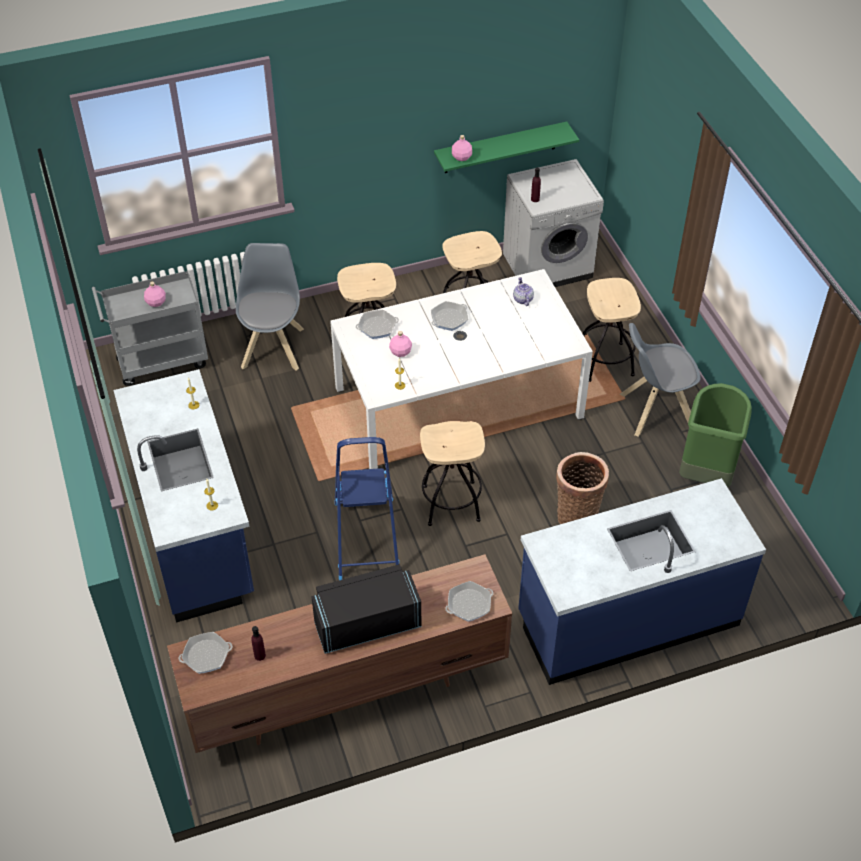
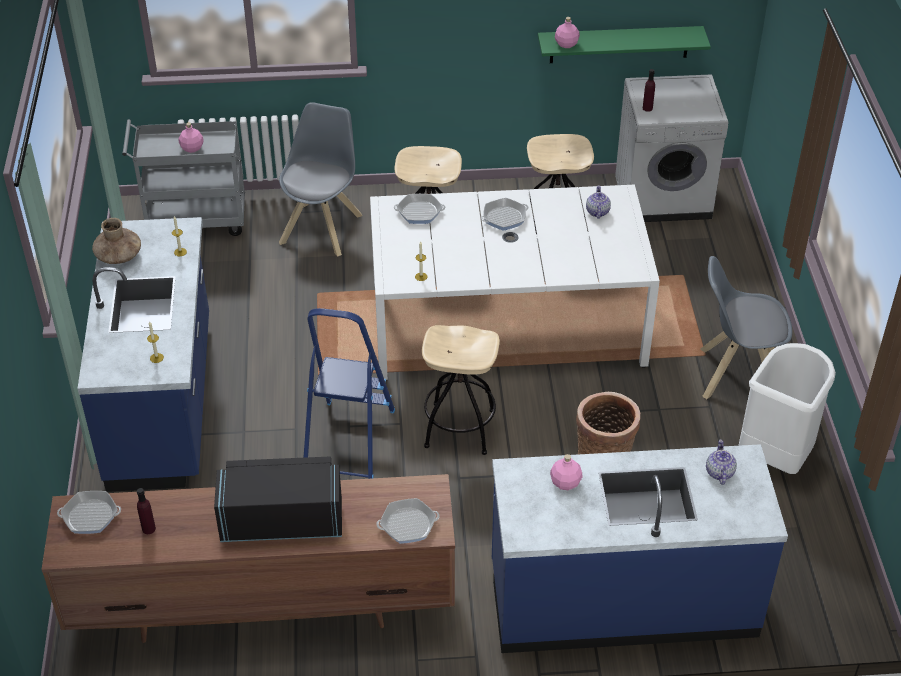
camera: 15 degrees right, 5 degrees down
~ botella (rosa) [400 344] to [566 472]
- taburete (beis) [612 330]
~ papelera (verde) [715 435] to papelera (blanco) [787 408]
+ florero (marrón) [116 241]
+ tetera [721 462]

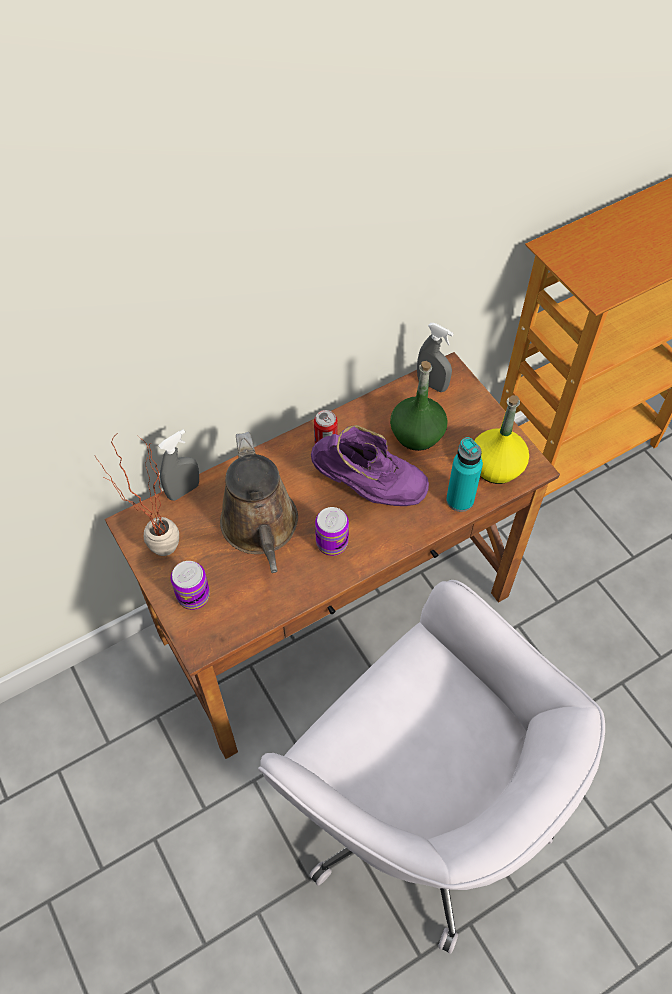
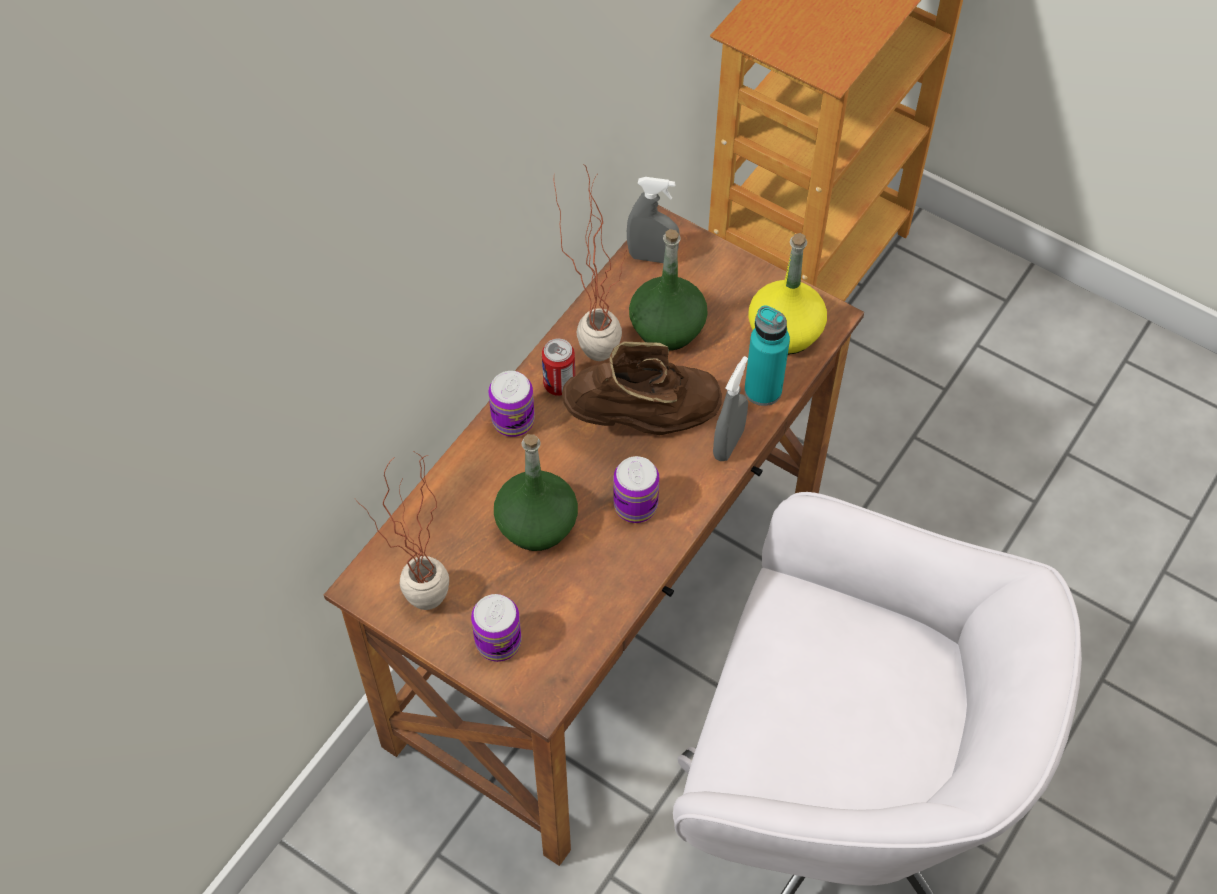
camera: 25 degrees left, 0 degrees up
~ pulverizador (gris) [178 465] to [730 408]
~ regadera (marrón) [259 502] to botella (verde) [536 492]
~ bota (morado) [370 465] to bota (marrón) [642 388]
+ lata [512 404]
+ planta en maceta [590 262]

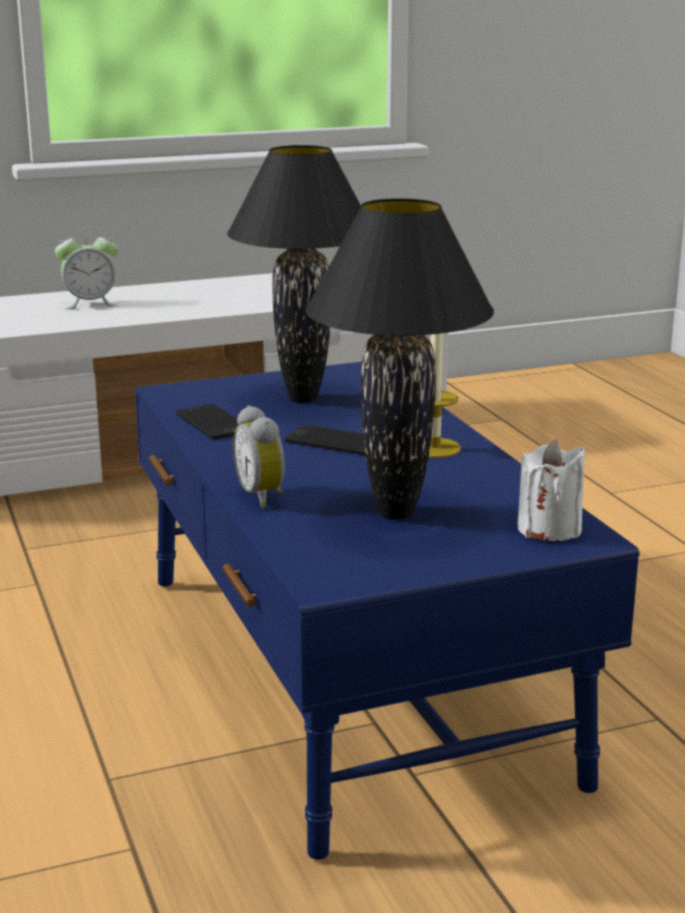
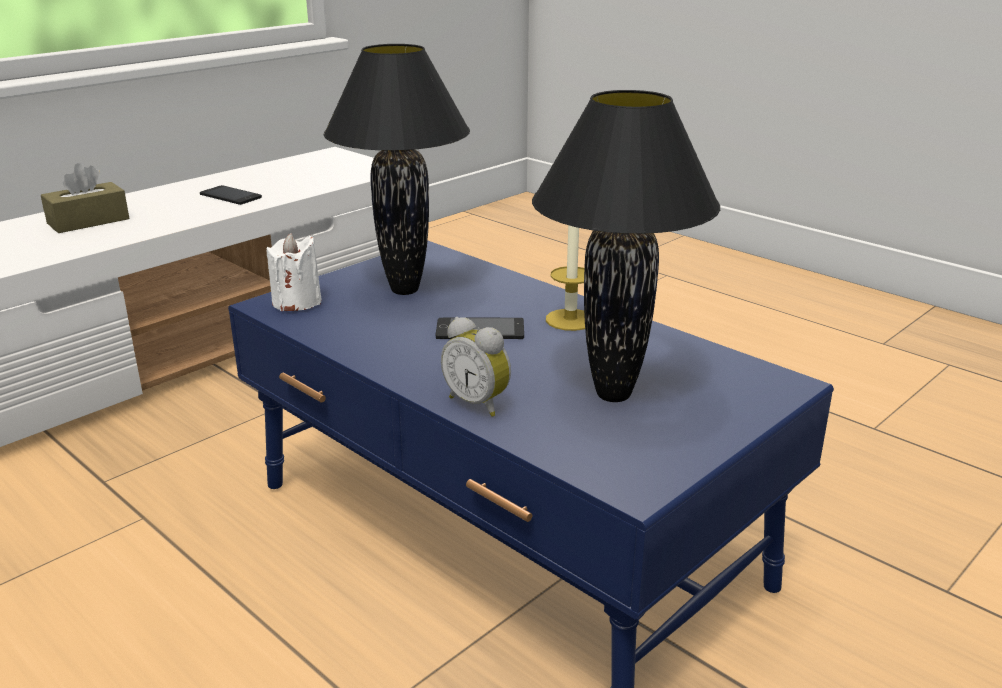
camera: 25 degrees left, 5 degrees up
~ despertador [86 268] to caja de pañuelos (marrón) [85 198]
~ móvil [207 422] to [231 195]
~ vela (blanco) [551 490] to [294 272]

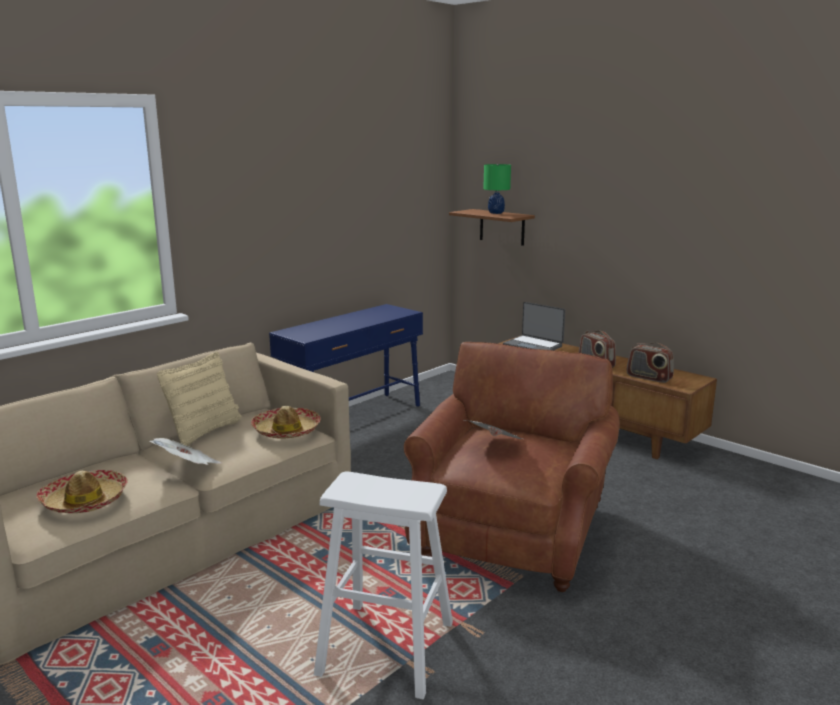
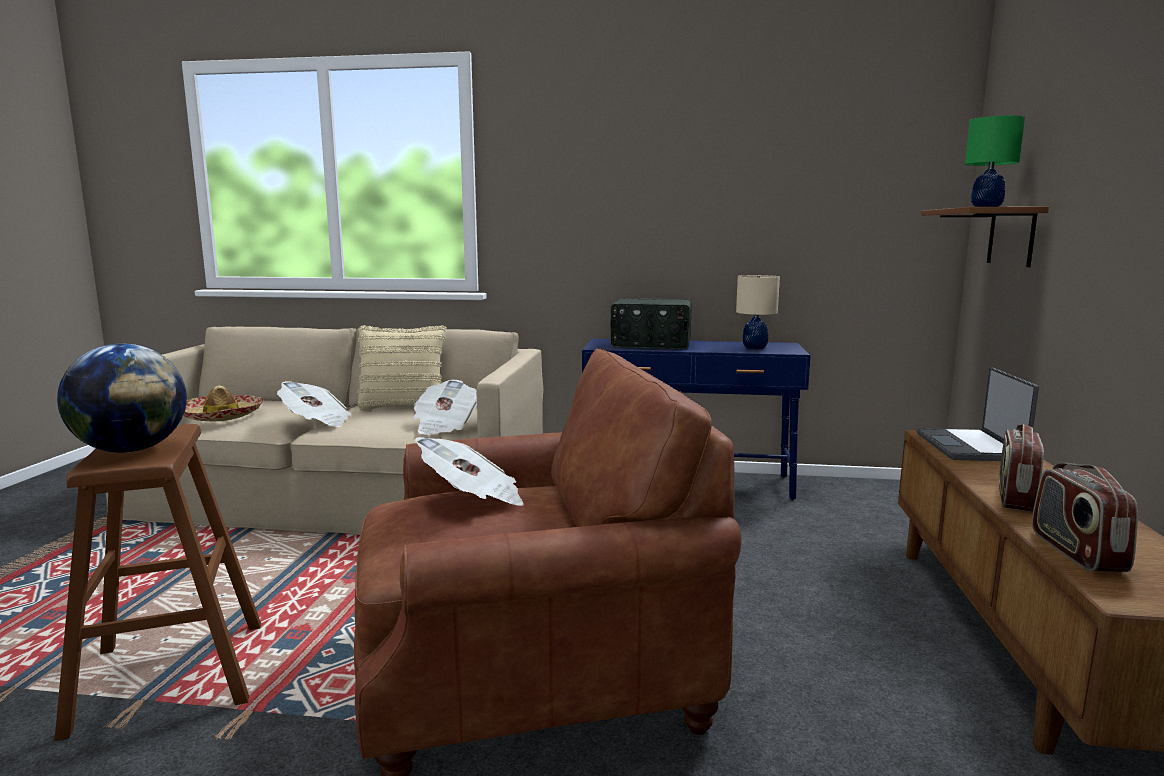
camera: 55 degrees right, 5 degrees down
~ sombrero [286 422] to periódico [445 407]
~ taburete (blanco) [383 585] to taburete (marrón) [157 582]
+ globo terráqueo [122 398]
+ radio [651 323]
+ lámpara de mesa (beis) [758 312]

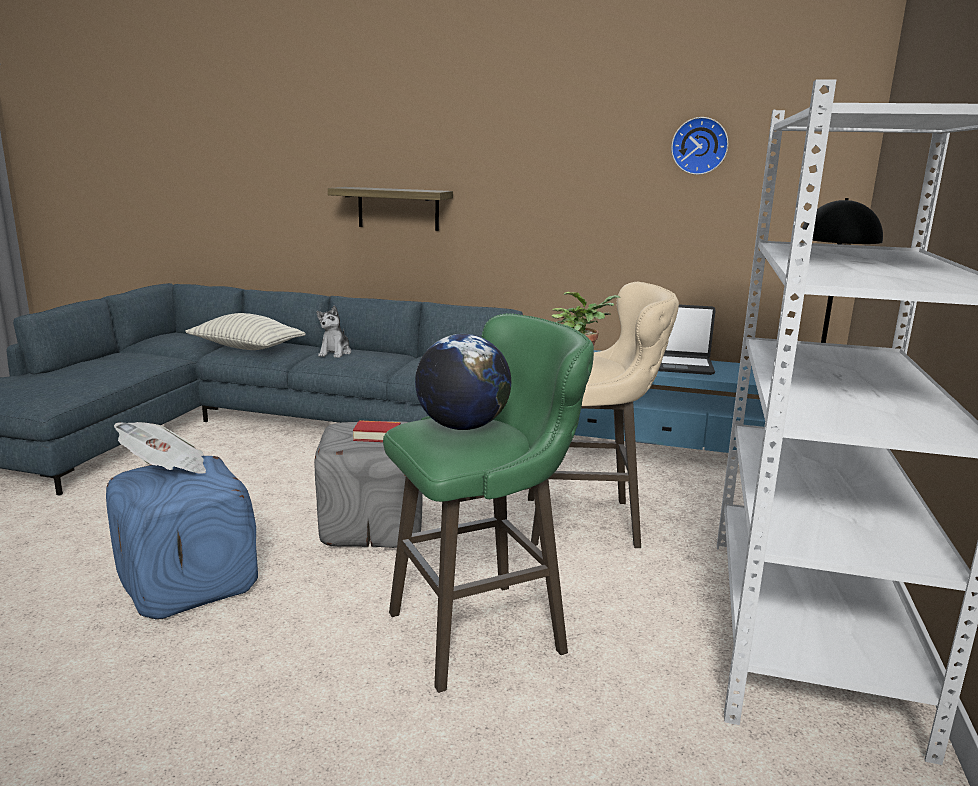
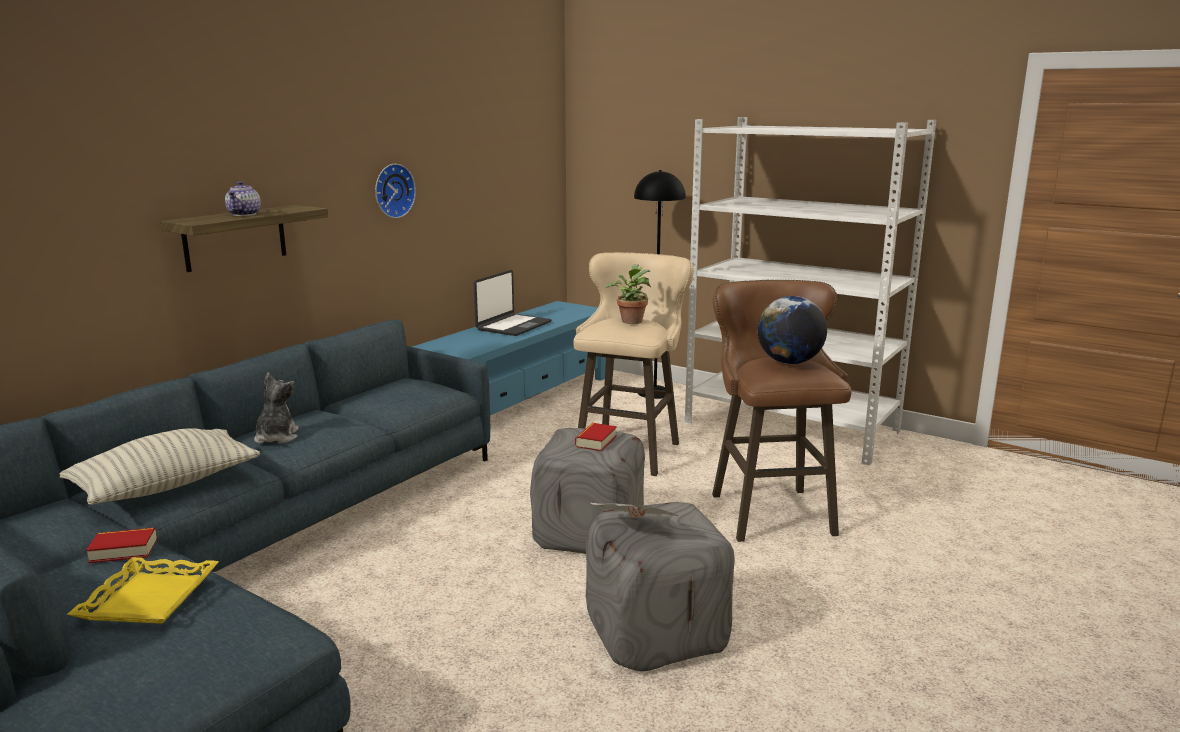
camera: 70 degrees left, 0 degrees up
~ puf (azul) [182 538] to puf (gris) [660 587]
~ peluche [333 331] = [276 408] 120 degrees counterclockwise
~ taburete (verde) [488 503] to taburete (marrón) [781 411]
~ reloj de pared [699 146] to [395 191]
+ bandeja (amarillo) [143 590]
+ libro [121 545]
+ tetera [243 198]

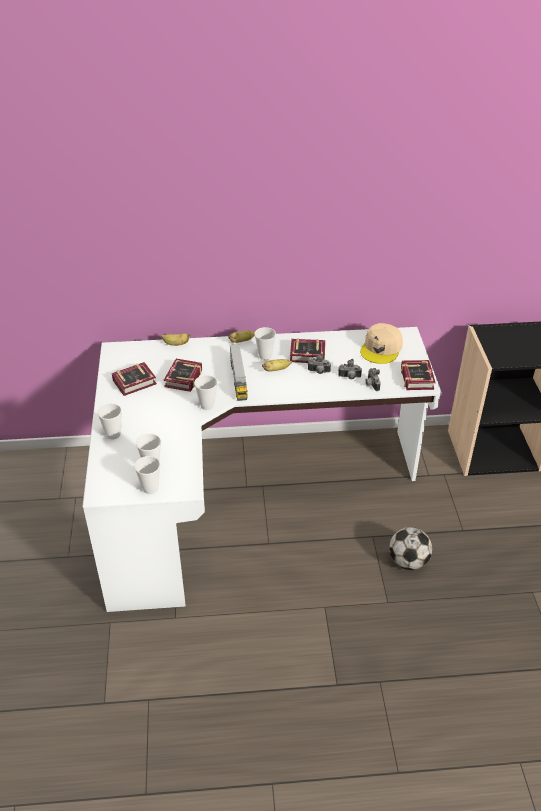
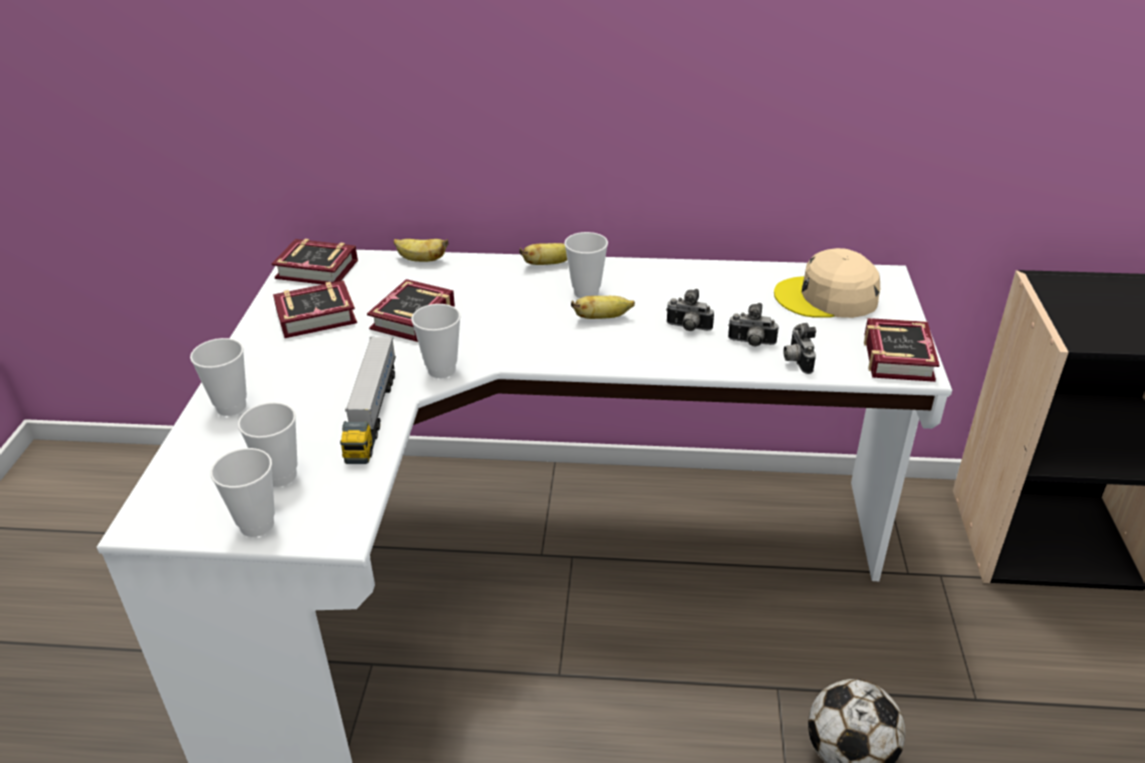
camera: 10 degrees right, 5 degrees down
~ camión de juguete [238 372] to [368 400]
~ libro [307 350] to [315 262]
~ gorra (beis) [381 343] = [827 283] 60 degrees clockwise

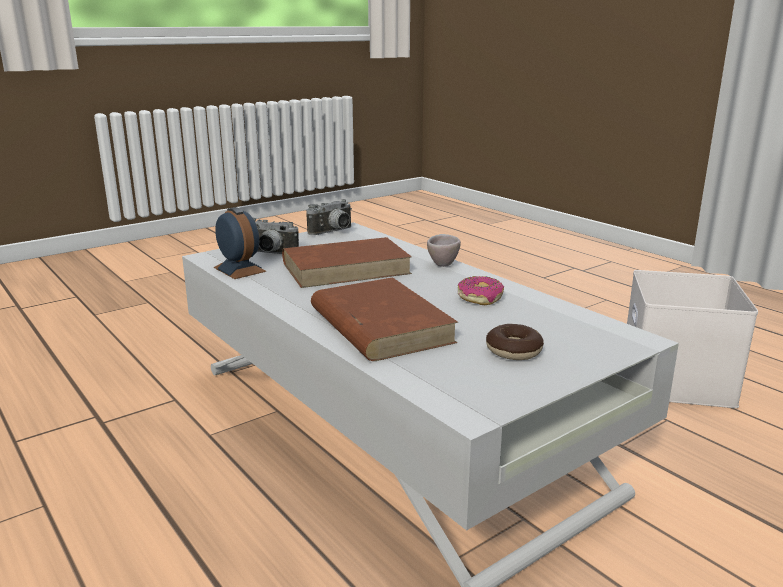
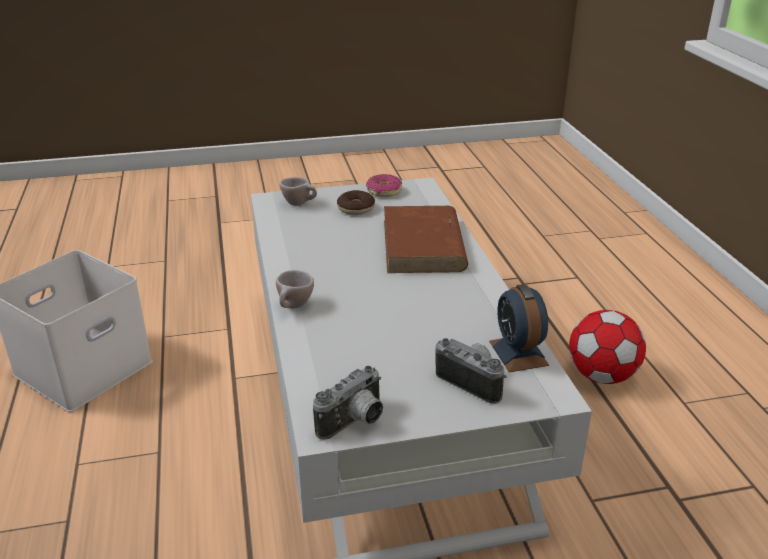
camera: 155 degrees left, 10 degrees up
- libro (marrón) [347 262]
~ cámara [329 217] = [348 403] 150 degrees clockwise
~ rosquilla [481 290] to [384 185]
+ taza (beis) [298 191]
+ balón de fútbol [607 347]

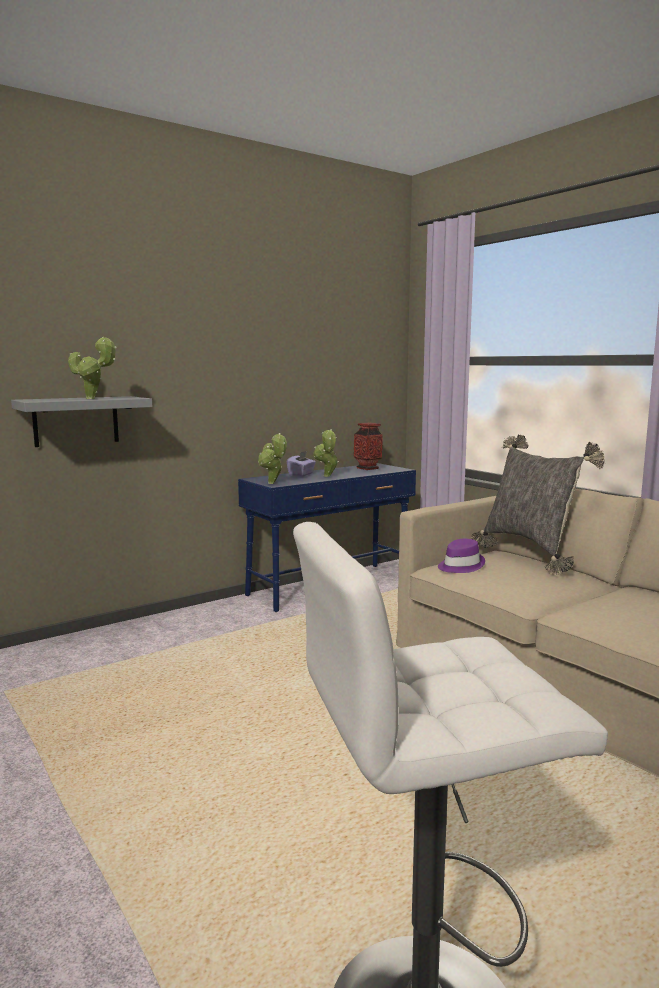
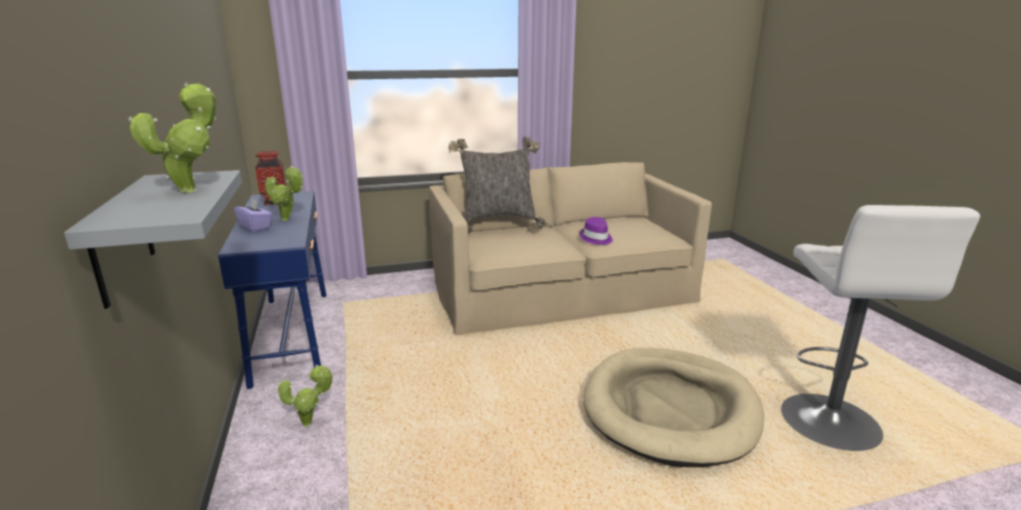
camera: 70 degrees left, 10 degrees up
~ planta en maceta [272 458] to [306 396]
~ sombrero (morado) [461 556] to [596 231]
+ cama para perro (beis) [673 407]

